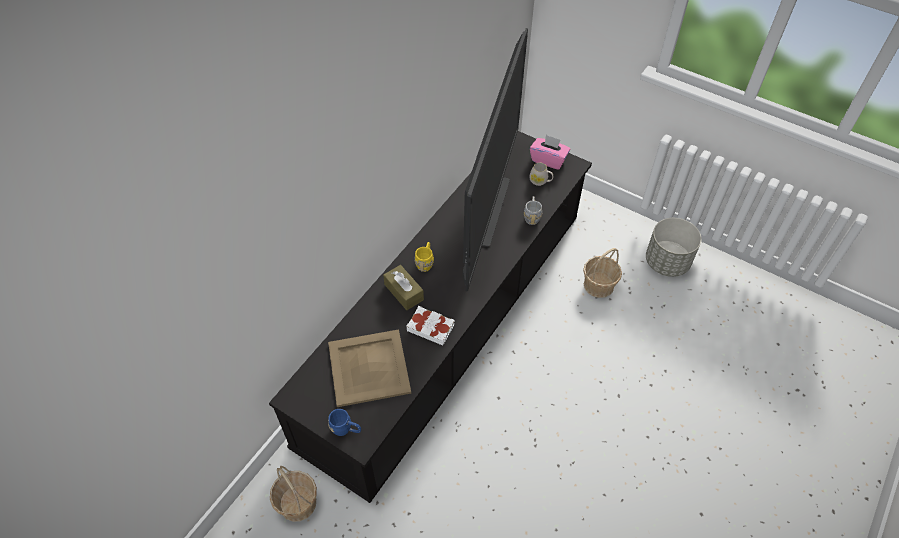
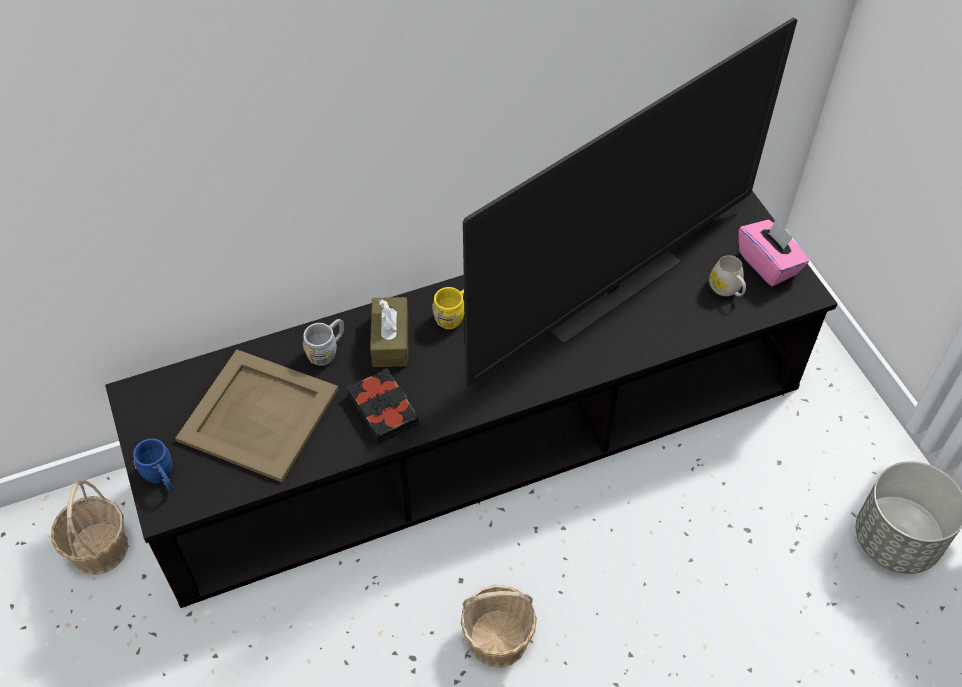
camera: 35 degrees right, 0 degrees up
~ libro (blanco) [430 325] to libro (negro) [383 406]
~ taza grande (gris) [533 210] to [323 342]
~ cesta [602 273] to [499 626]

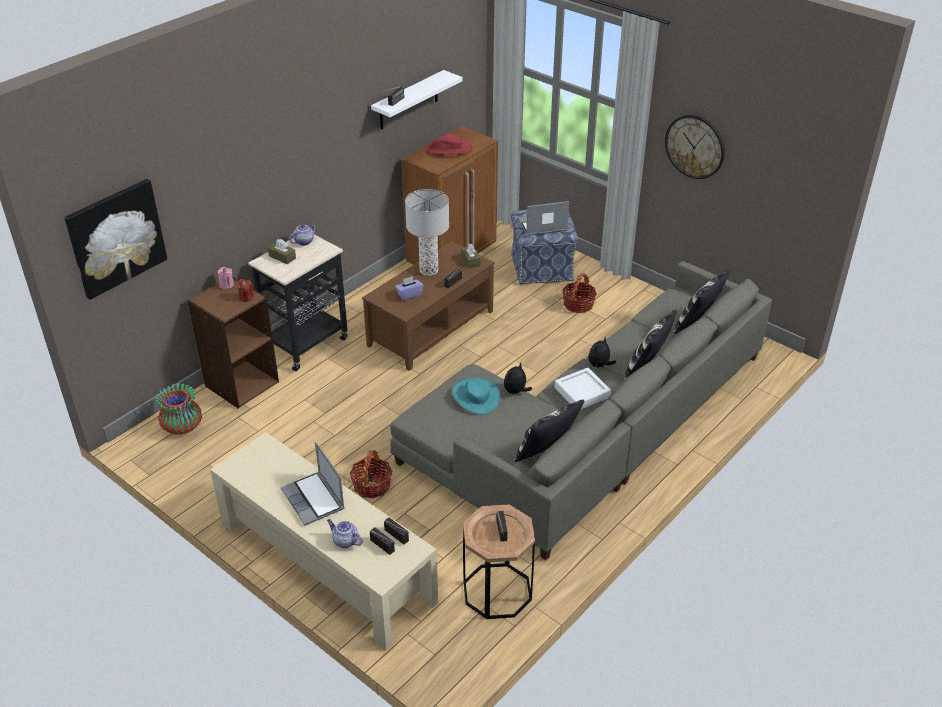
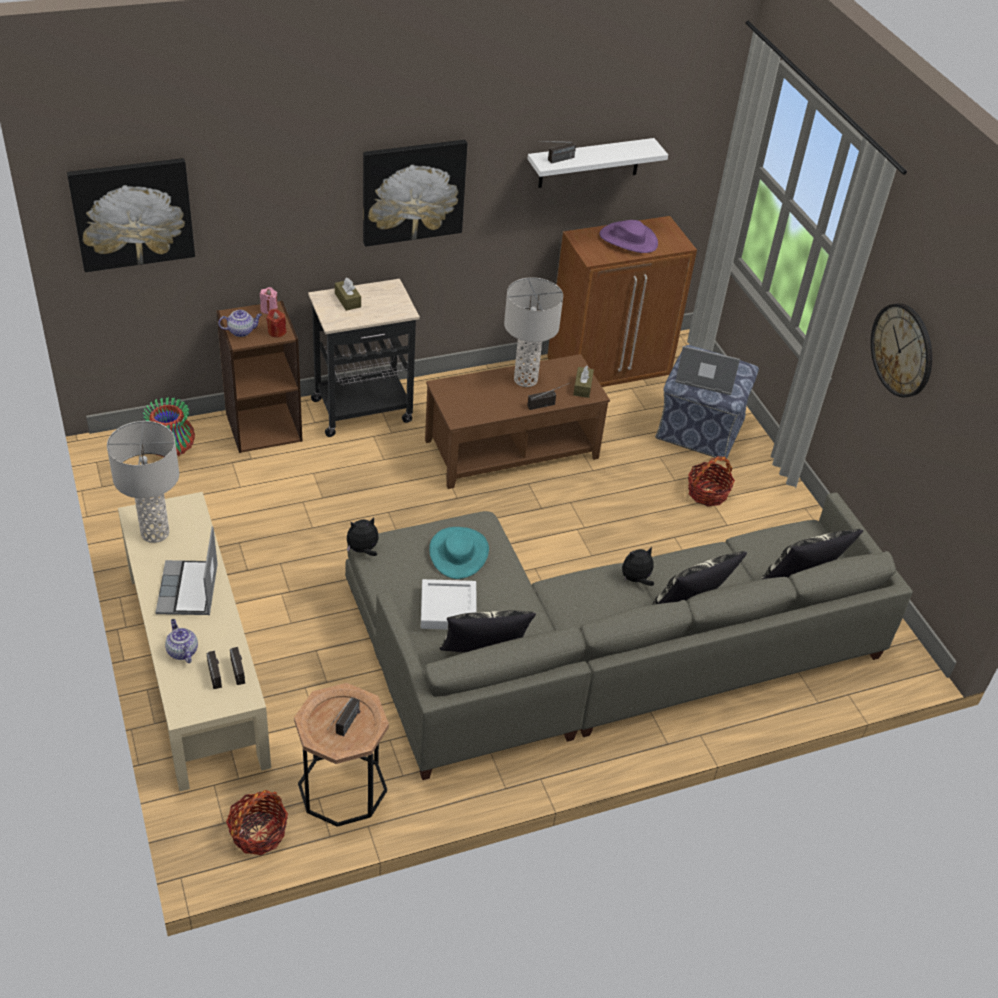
camera: 25 degrees right, 5 degrees up
~ tetera [303 234] to [240 323]
~ cesta [371 474] to [257 822]
- caja de pañuelos (morado) [409 288]
~ sombrero (rojo) [449 144] to sombrero (morado) [628 236]
~ peluche [518 378] to [363 536]
~ bandeja (blanco) [582 388] to [449 604]
+ lámpara de mesa (blanco) [143 482]
+ cuadro [415 193]

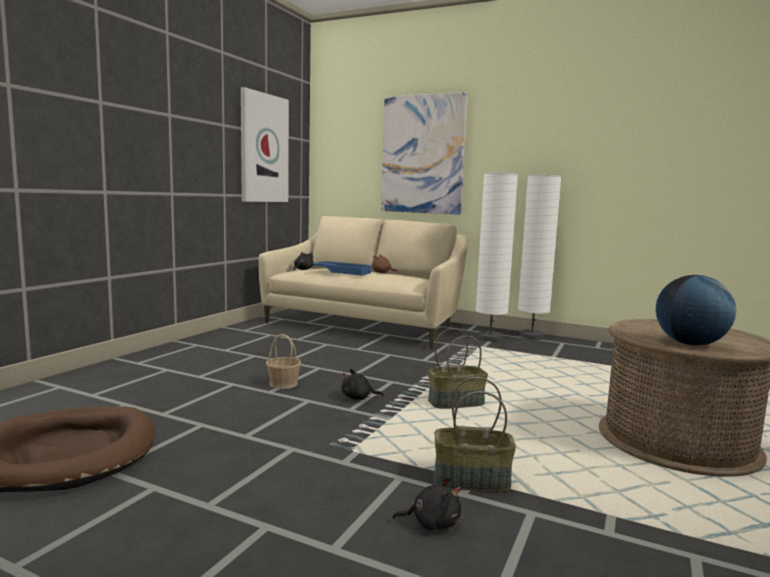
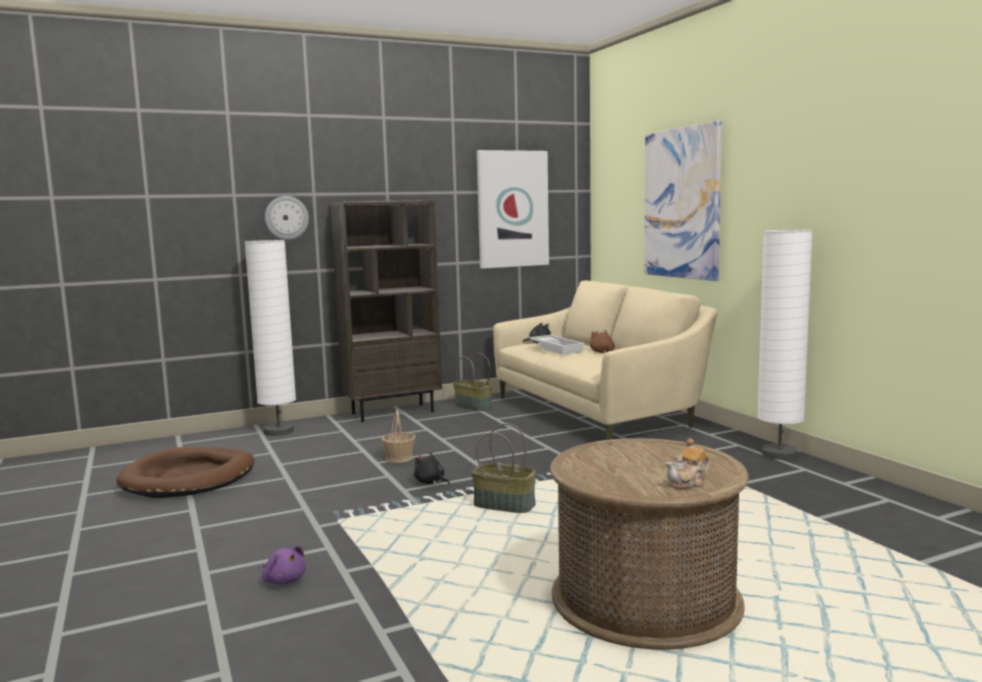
camera: 40 degrees right, 0 degrees up
~ bandeja (azul) [342 268] to bandeja (blanco) [557 345]
~ peluche (negro) [427 504] to peluche (morado) [284 565]
~ cesta [475 434] to [472 382]
~ lámpara de pie (blanco) [497 257] to [270 338]
- globo terráqueo [696 310]
+ reloj de pared [287 218]
+ estantería (marrón) [386 311]
+ tetera [687 463]

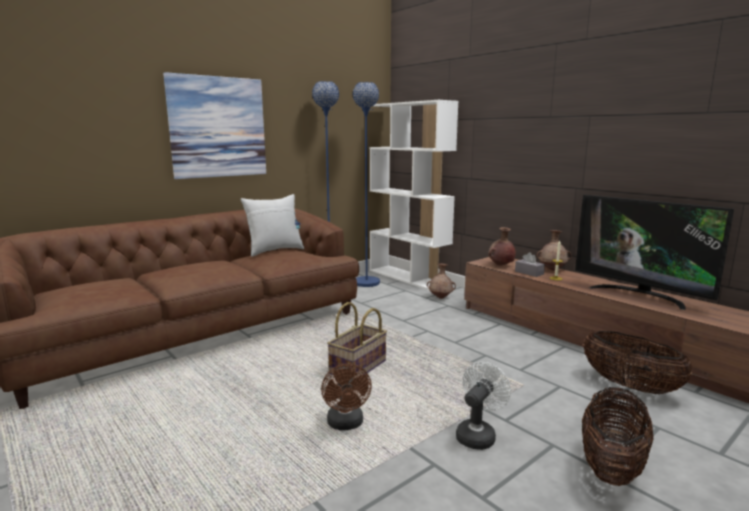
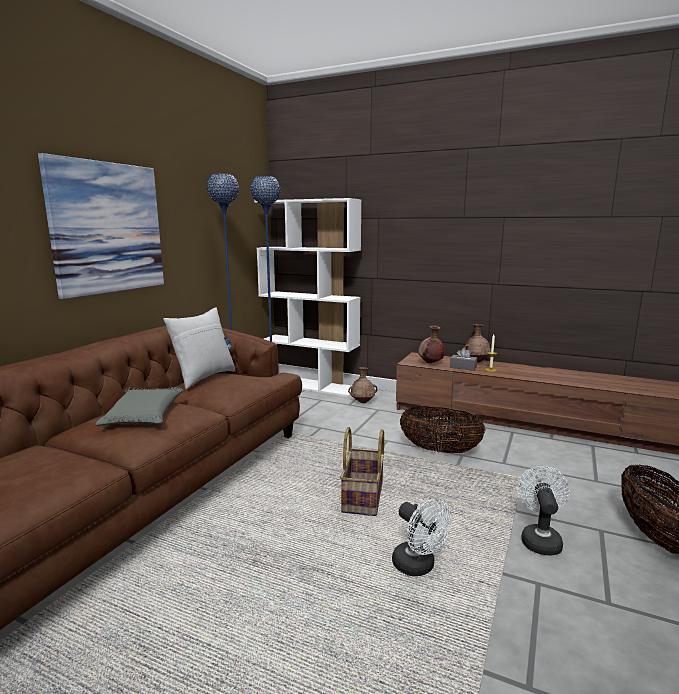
camera: 25 degrees left, 0 degrees up
~ ventilador (marrón) [346 397] to ventilador (blanco) [422 537]
- televisor [654 252]
~ cesta [638 362] to [443 429]
+ cojín (gris) [139 406]

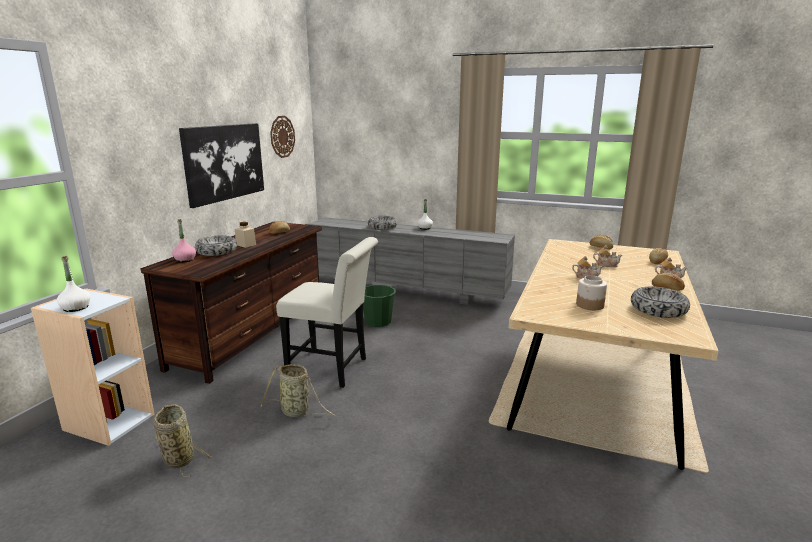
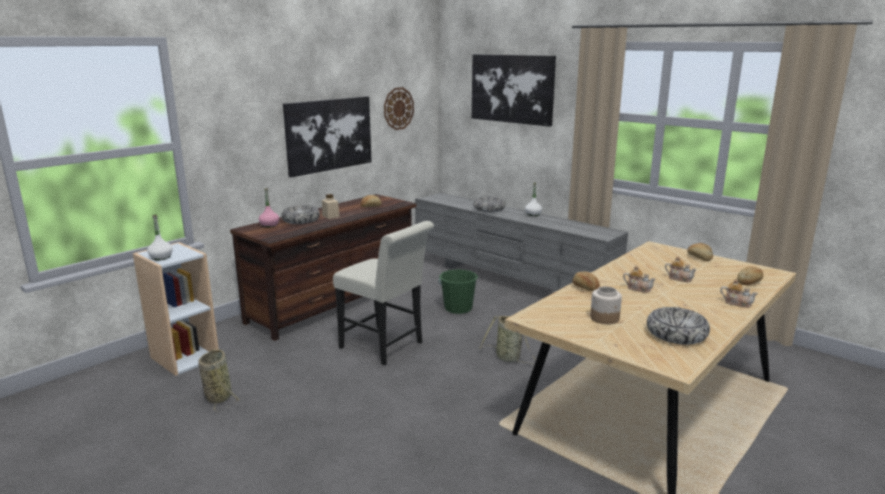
camera: 20 degrees right, 0 degrees up
~ cesta [298 390] to [508 340]
~ pan [668 281] to [586 281]
+ cuadro [514 90]

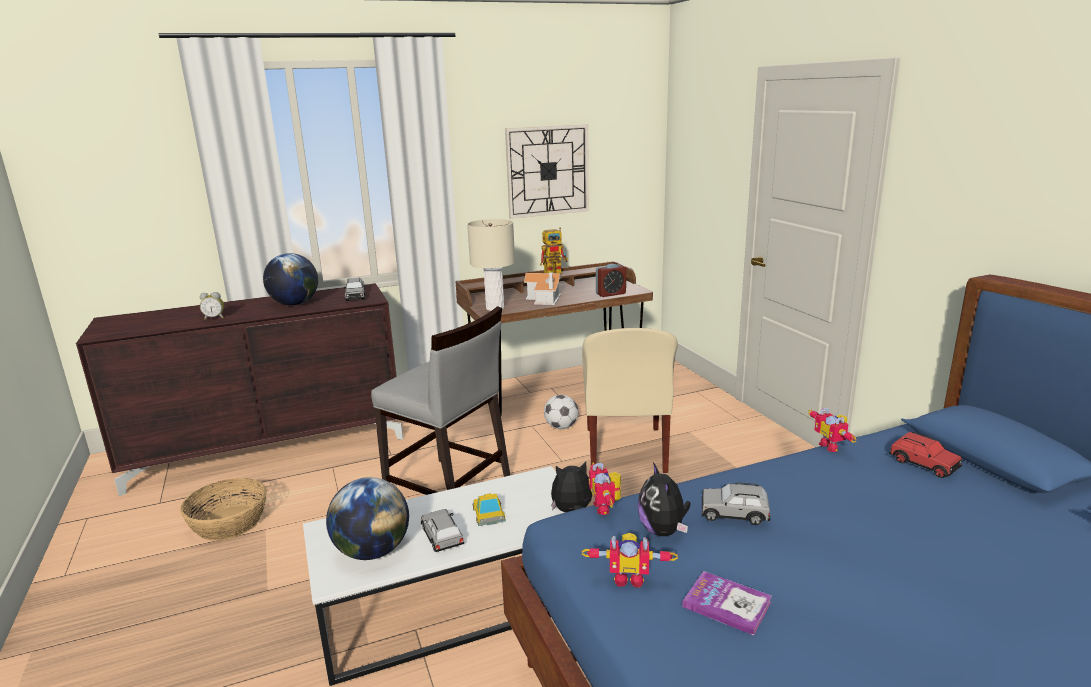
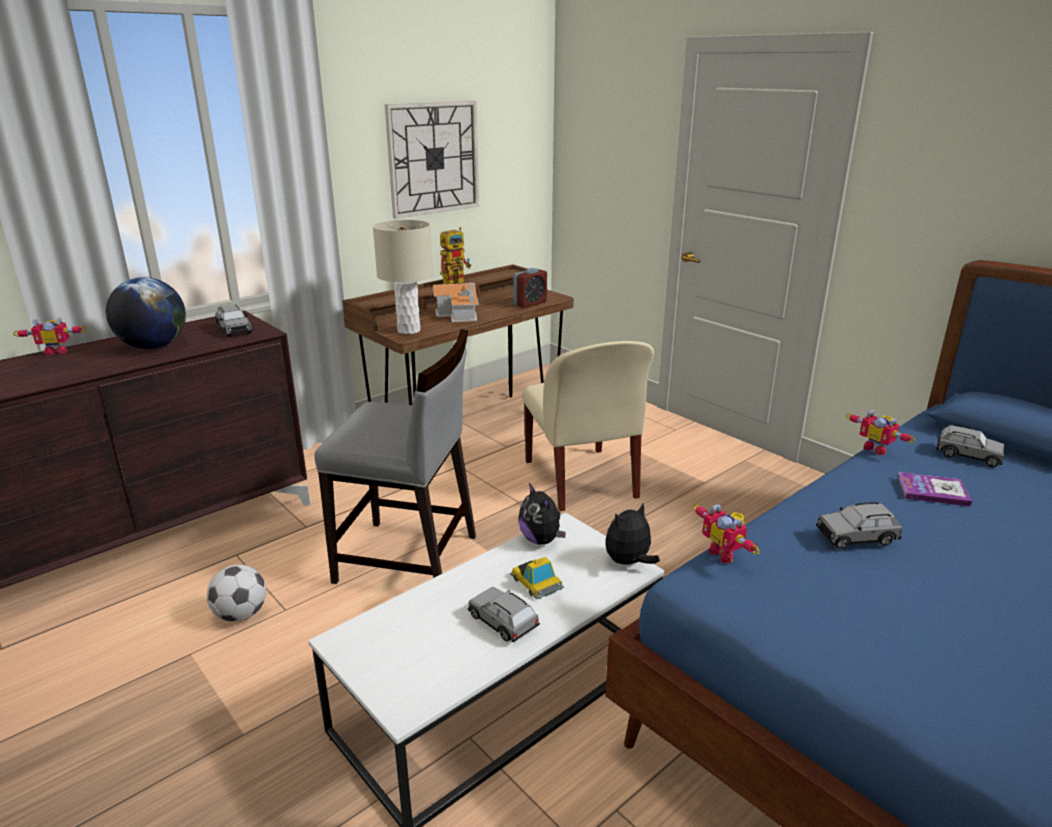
camera: 20 degrees left, 5 degrees up
- cesta [223 509]
- despertador [212 306]
- globo terráqueo [367 518]
~ balón de fútbol [561 412] to [236 593]
~ robot de juguete [630 560] to [49 336]
~ peluche [664 499] to [542 514]
~ libro [727 603] to [934 489]
~ coche de juguete (rojo) [925 455] to coche de juguete (gris) [970 446]

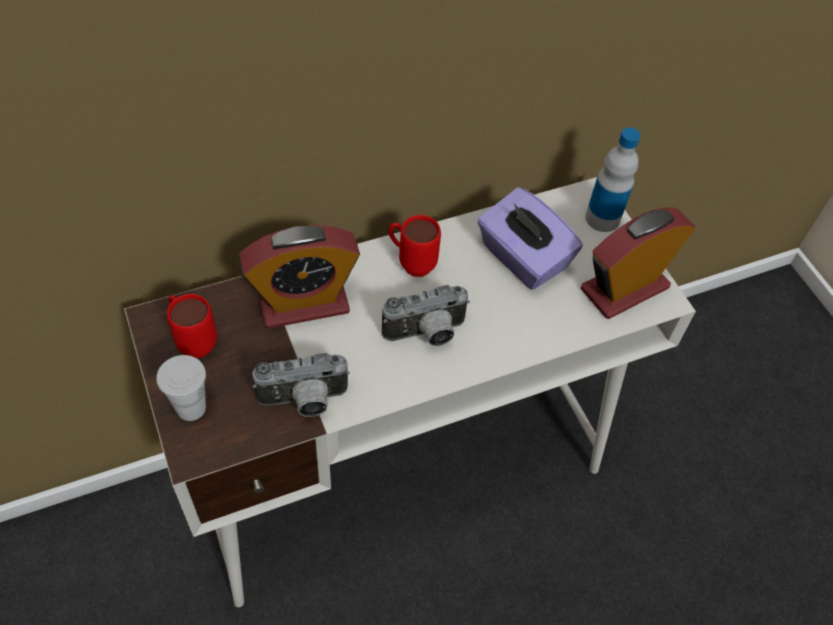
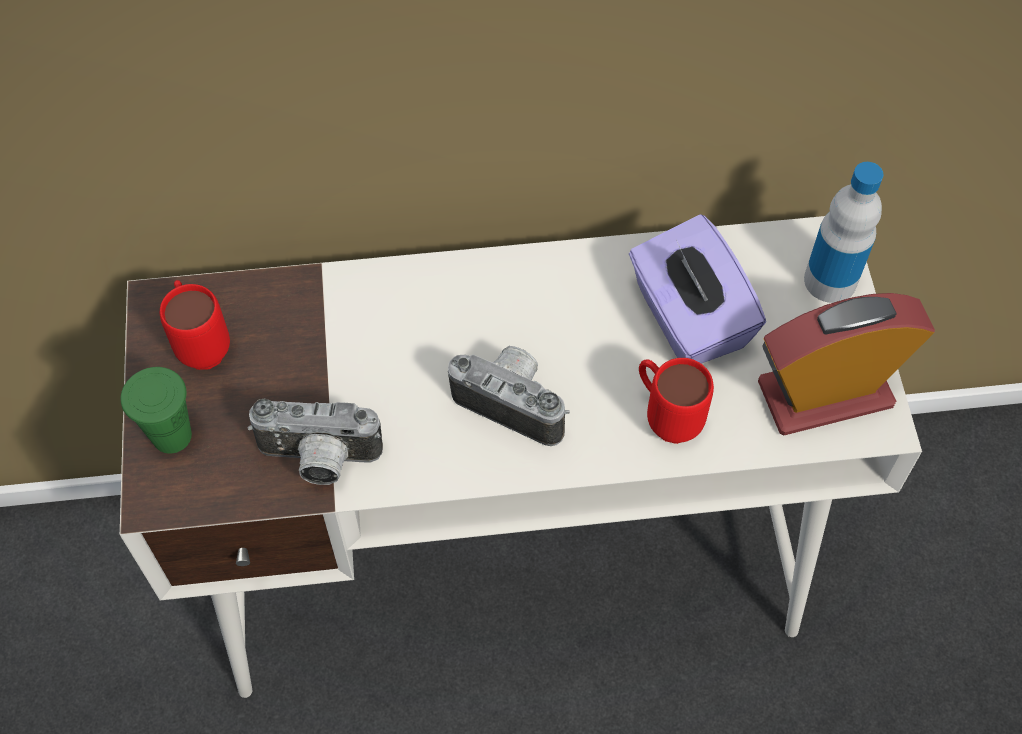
camera: 20 degrees right, 5 degrees up
~ taza (blanco) [181 388] to taza (verde) [156 410]
- despertador [299 277]
~ cámara [426 315] = [509 396] 150 degrees counterclockwise
~ taza grande (rojo) [414 246] to [676 401]

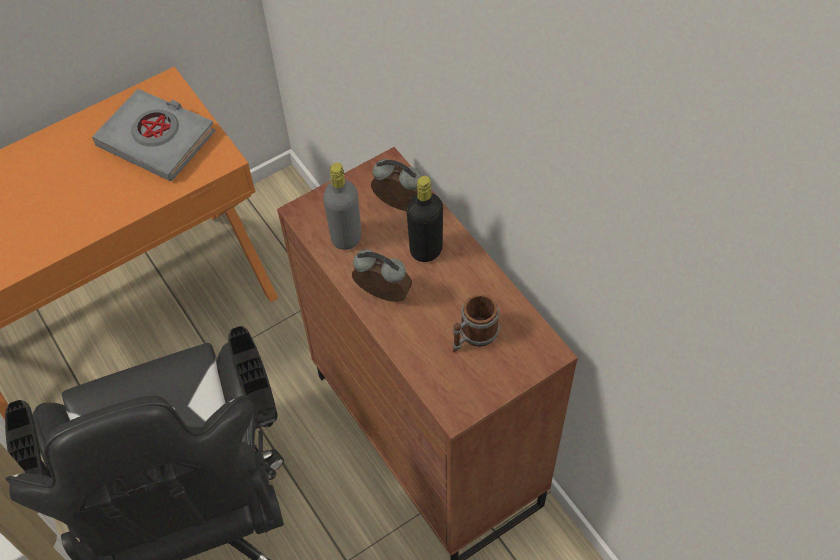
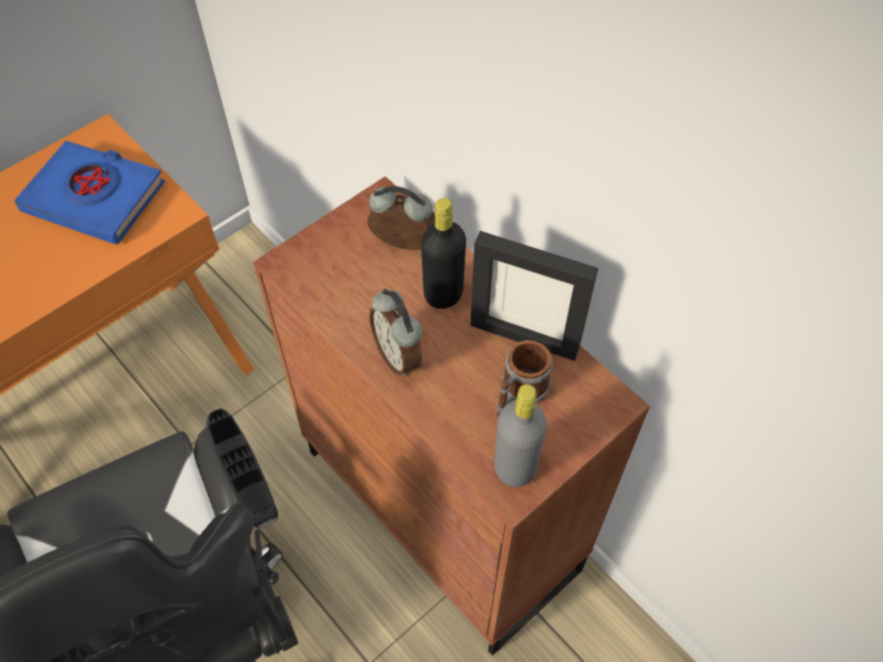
camera: 10 degrees left, 0 degrees up
~ libro (gris) [154 135] to libro (azul) [89 192]
~ botella (gris) [342 206] to [520 435]
~ despertador [382 275] = [395 333] 135 degrees counterclockwise
+ portarretratos [534 296]

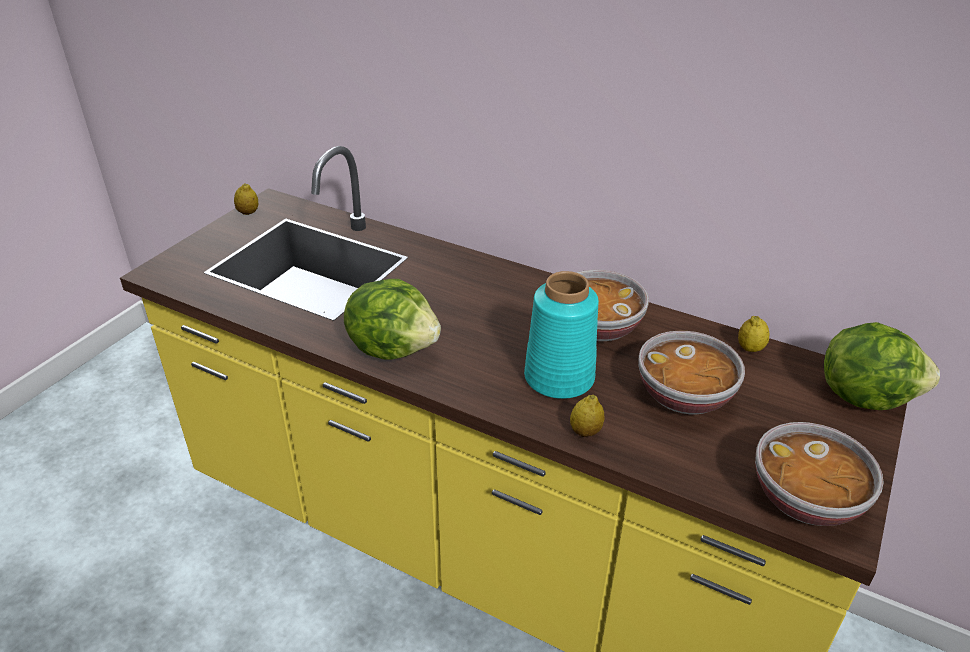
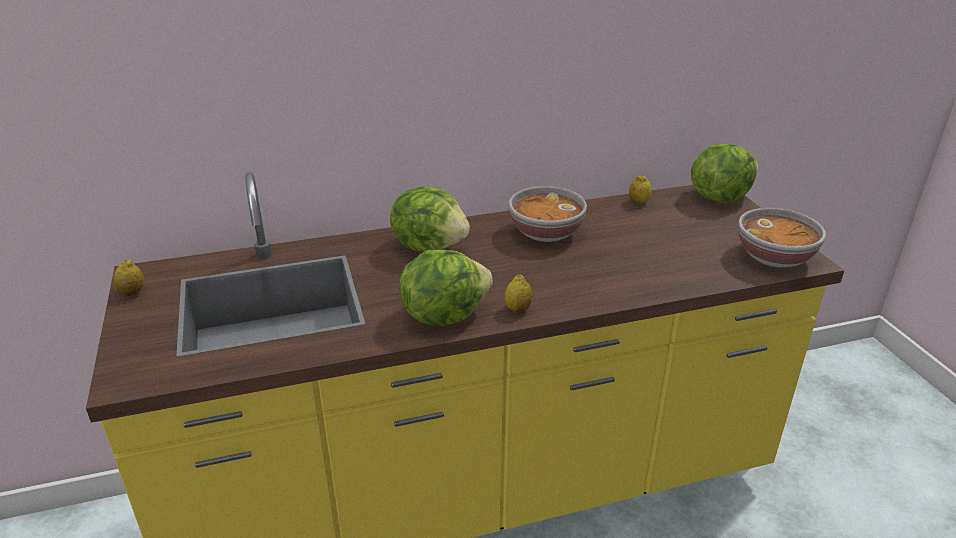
camera: 45 degrees left, 5 degrees down
- florero (turquesa) [561 335]
~ limón [587 416] to [518 294]
- cuenco [691 372]
+ lechuga [430 219]

